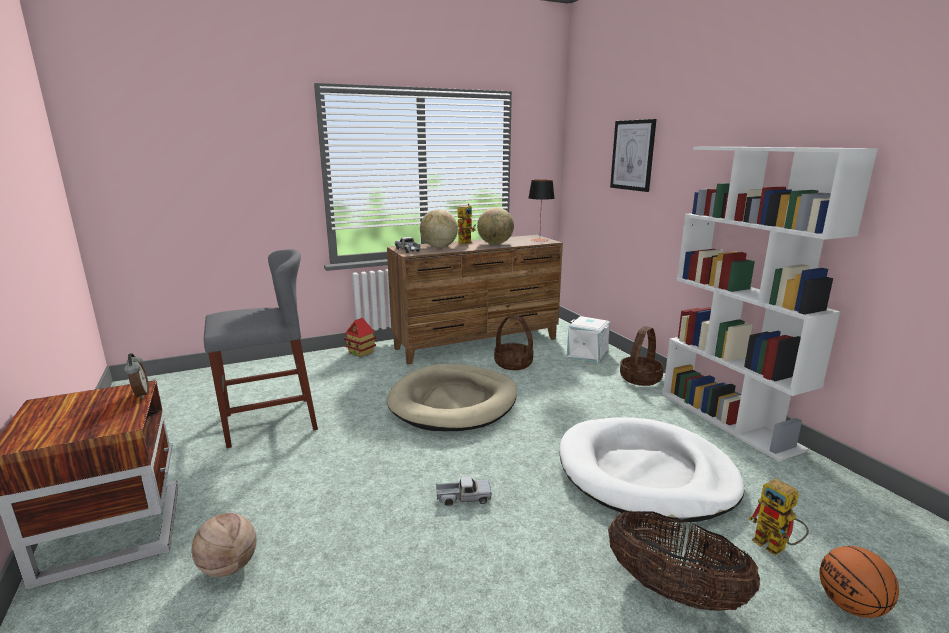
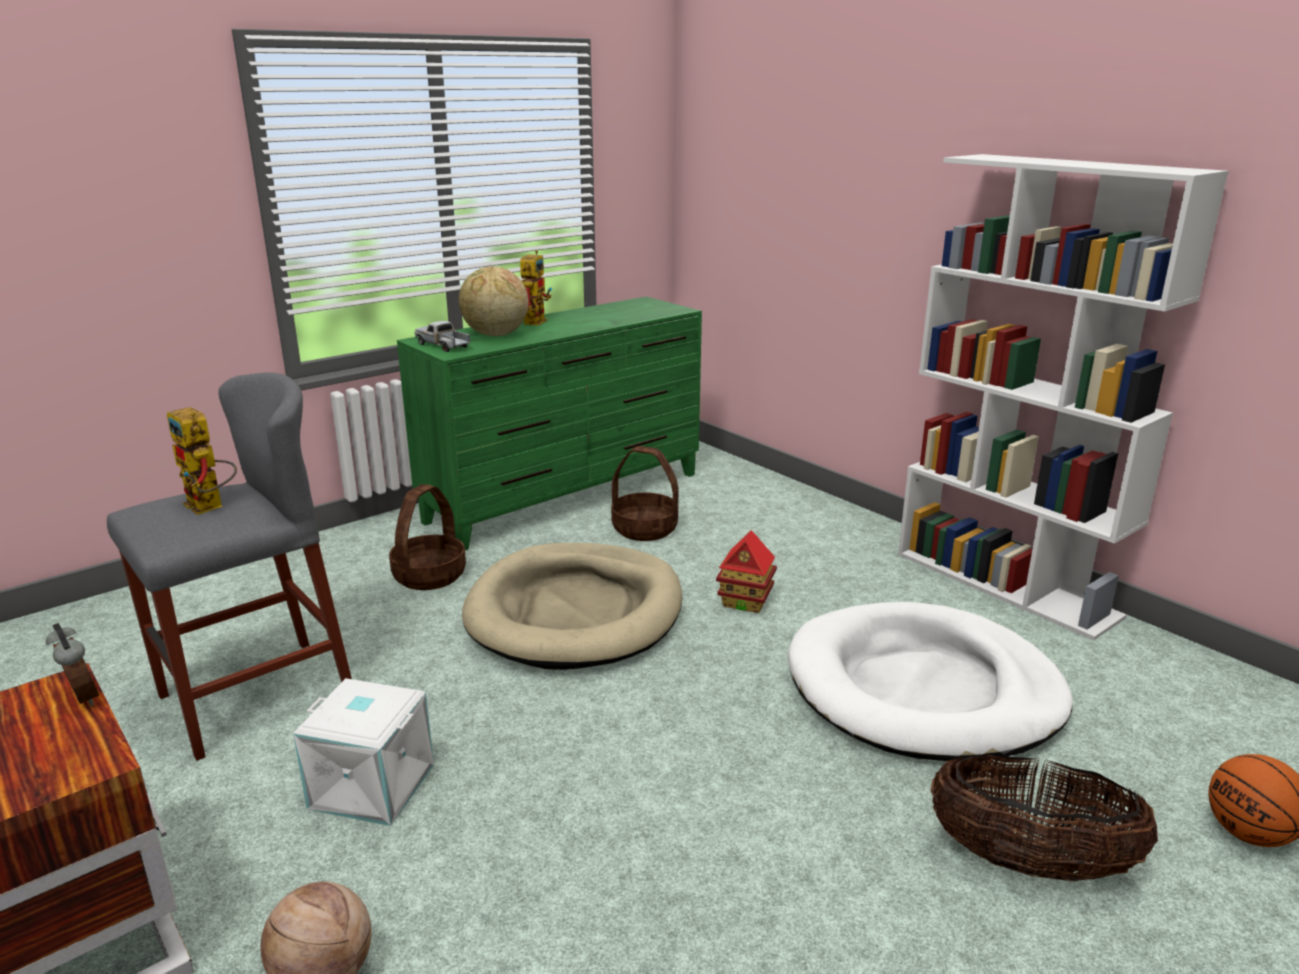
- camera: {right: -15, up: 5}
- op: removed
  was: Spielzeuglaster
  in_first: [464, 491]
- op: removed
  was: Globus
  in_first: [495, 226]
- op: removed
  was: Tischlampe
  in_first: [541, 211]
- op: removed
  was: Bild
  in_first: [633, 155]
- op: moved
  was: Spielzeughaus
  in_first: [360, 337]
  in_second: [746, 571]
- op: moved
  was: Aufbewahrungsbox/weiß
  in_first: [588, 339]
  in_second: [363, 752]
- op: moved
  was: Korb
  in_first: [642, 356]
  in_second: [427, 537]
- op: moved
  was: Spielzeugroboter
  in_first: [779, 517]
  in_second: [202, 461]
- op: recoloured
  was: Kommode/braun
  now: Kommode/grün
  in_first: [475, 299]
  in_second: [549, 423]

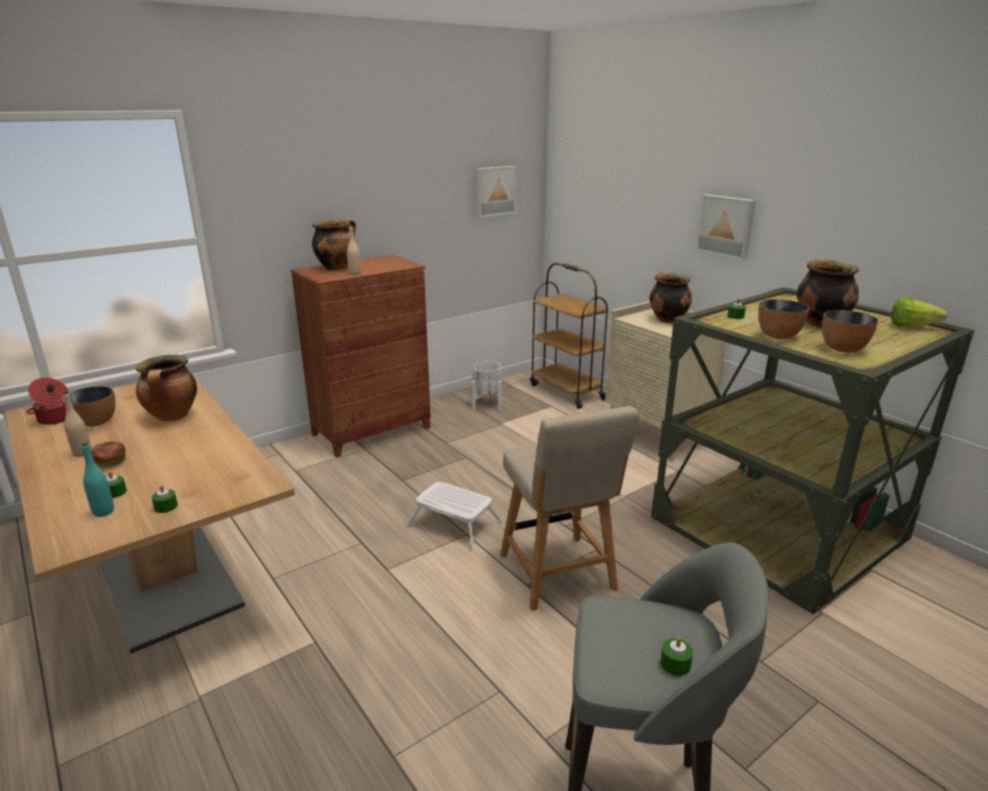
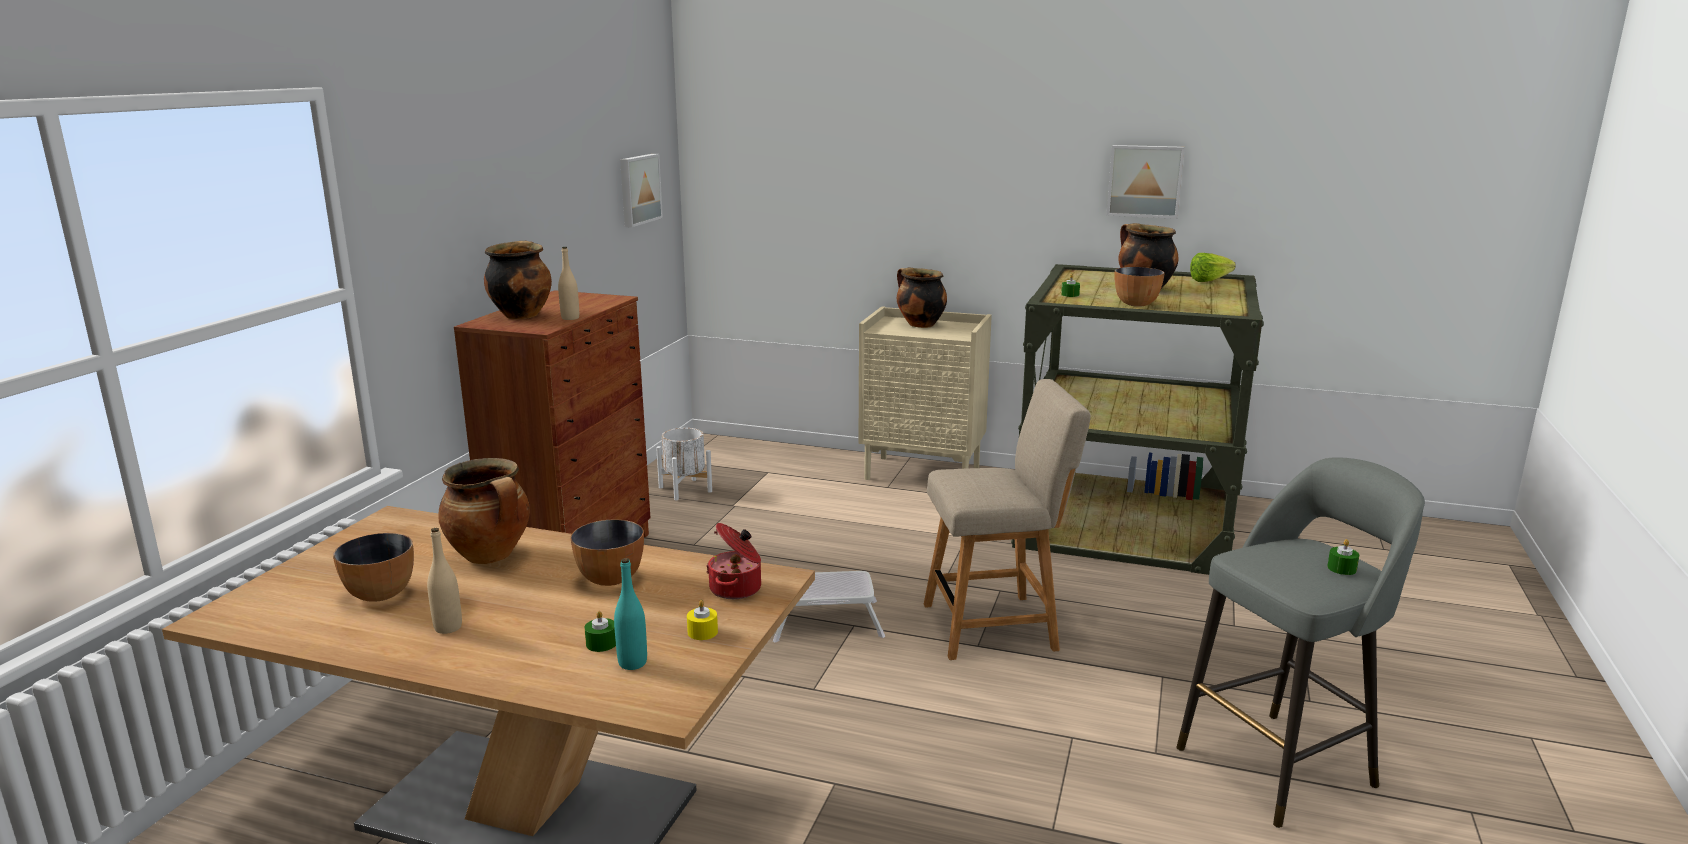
- camera: {right: -35, up: -5}
- op: removed
  was: Brot
  in_first: [108, 454]
- op: removed
  was: Rollwagen/braun
  in_first: [569, 336]
- op: moved
  was: Kochtopf
  in_first: [47, 401]
  in_second: [733, 561]
- op: moved
  was: Bild
  in_first: [726, 227]
  in_second: [1145, 182]
- op: moved
  was: Schüssel
  in_first: [850, 331]
  in_second: [607, 552]
- op: recoloured
  was: Kerze/grün
  now: Kerze/gelb
  in_first: [165, 499]
  in_second: [702, 620]
- op: turned
  was: Stuhl/beige
  in_first: [569, 508]
  in_second: [1007, 519]
  clockwise: -45

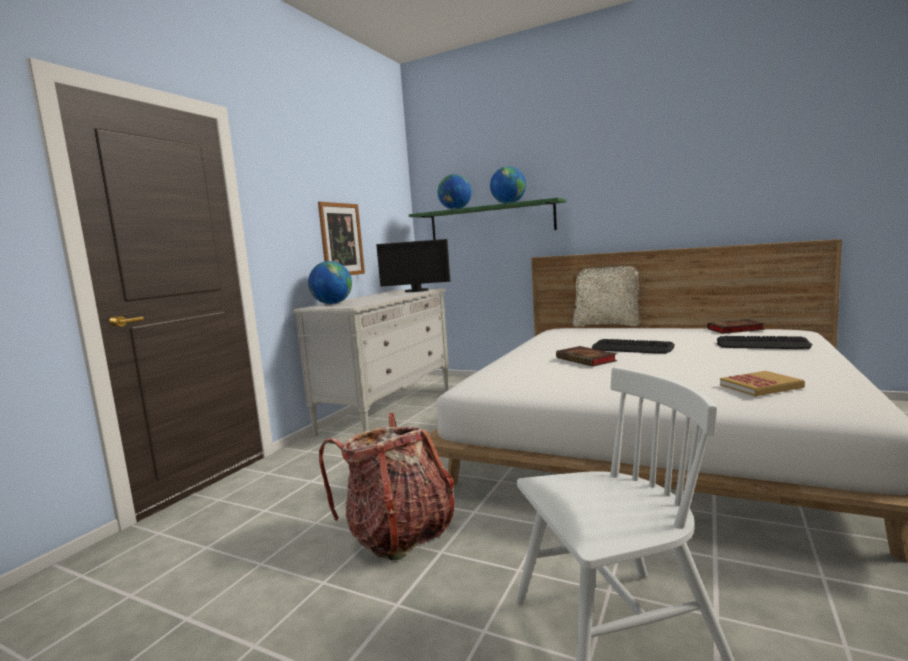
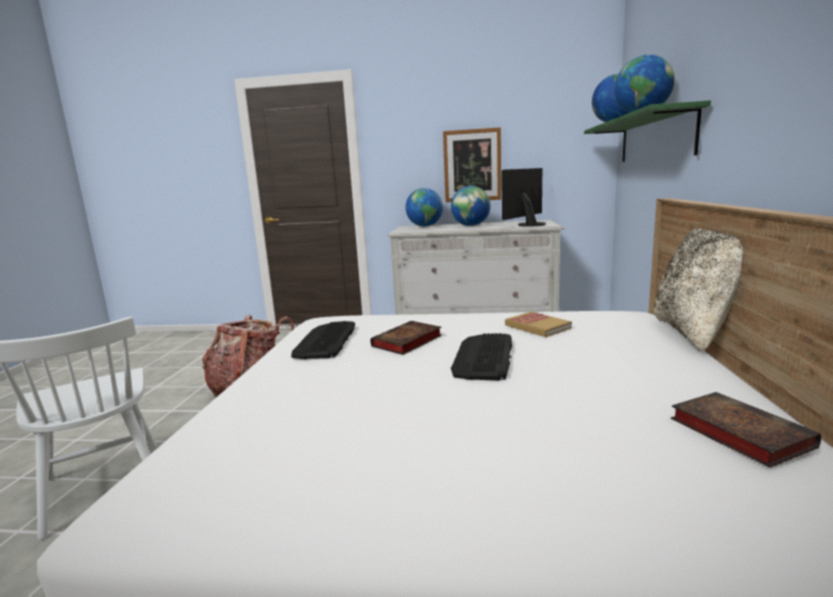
- camera: {right: 70, up: 5}
- op: added
  now: Globus
  in_second: [470, 206]
- op: moved
  was: Tastatur
  in_first: [764, 342]
  in_second: [323, 340]
- op: moved
  was: Buch
  in_first: [762, 383]
  in_second: [538, 324]
- op: turned
  was: Monitor
  in_first: [413, 265]
  in_second: [524, 197]
  clockwise: 60

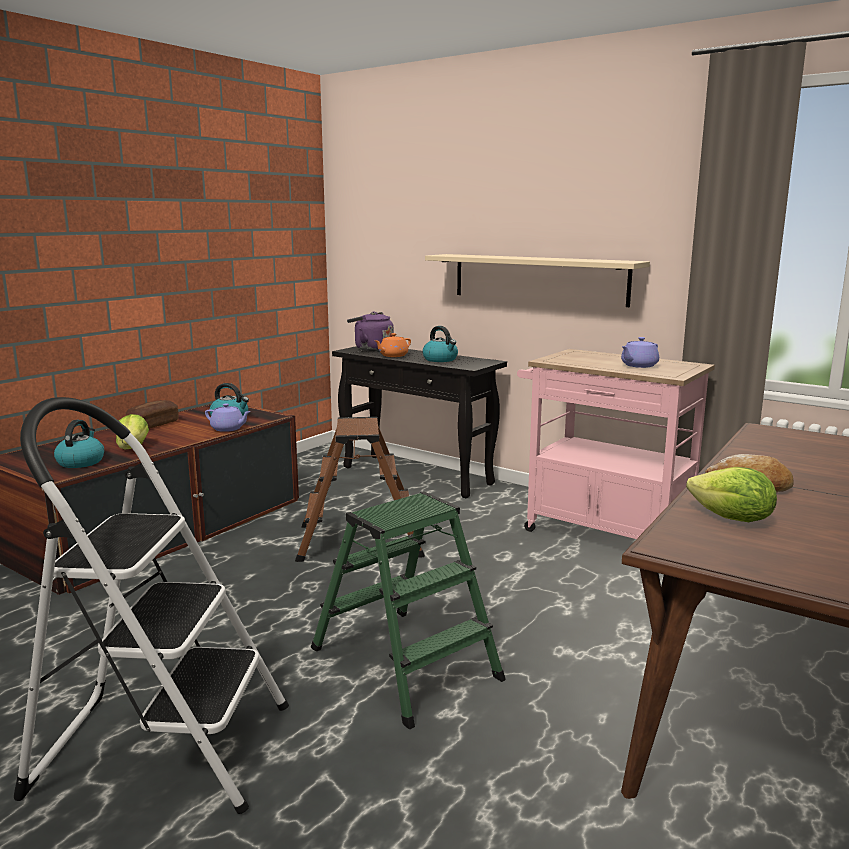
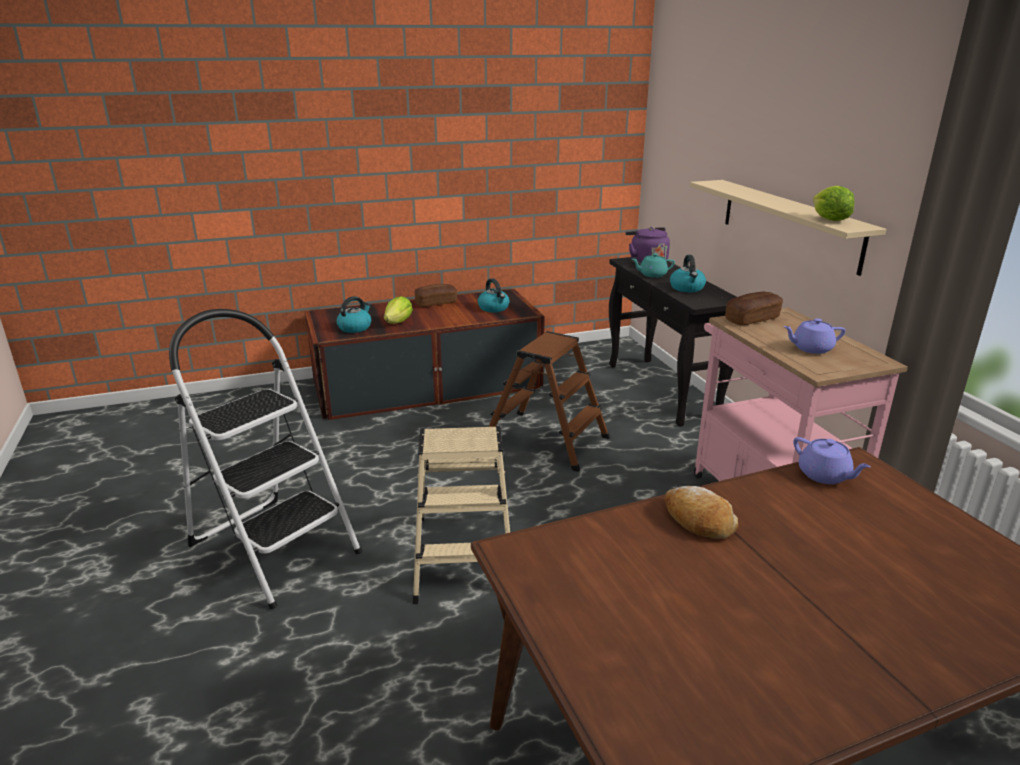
- camera: {right: 35, up: 10}
- op: added
  now: Brot
  in_second: [754, 308]
- op: moved
  was: Teekanne/lila
  in_first: [228, 418]
  in_second: [832, 460]
- op: moved
  was: Salatkopf
  in_first: [731, 494]
  in_second: [834, 203]
- op: recoloured
  was: Trittleiter/grün
  now: Trittleiter/beige
  in_first: [408, 610]
  in_second: [461, 515]
- op: recoloured
  was: Teekanne/orange
  now: Teekanne/türkis
  in_first: [393, 345]
  in_second: [653, 265]

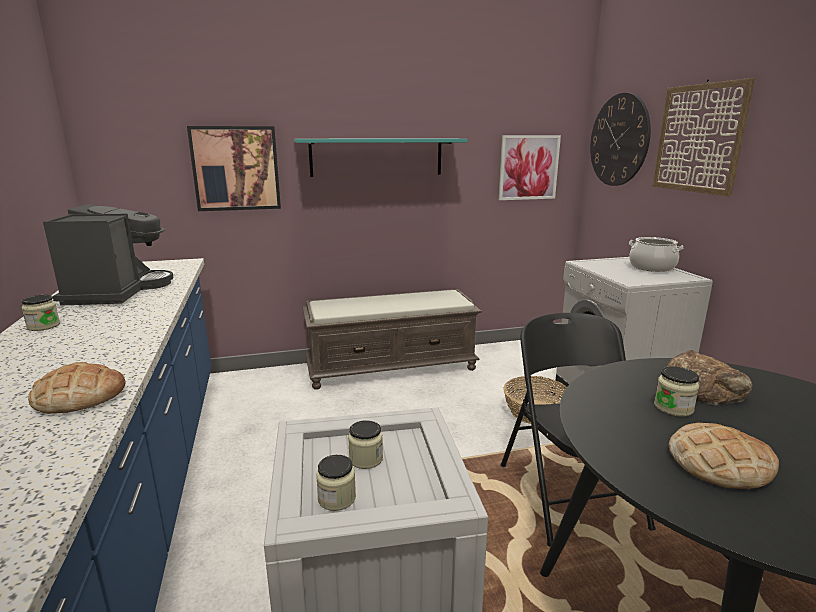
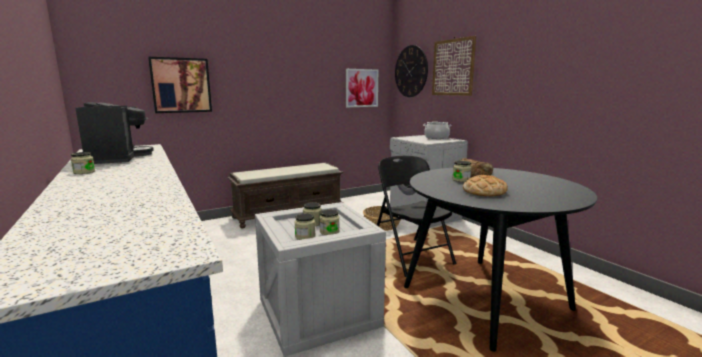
- camera: {right: -15, up: -5}
- op: removed
  was: Brot
  in_first: [77, 388]
- op: removed
  was: Wandregal/türkis
  in_first: [380, 158]
- op: added
  now: Vorratsglas
  in_second: [329, 222]

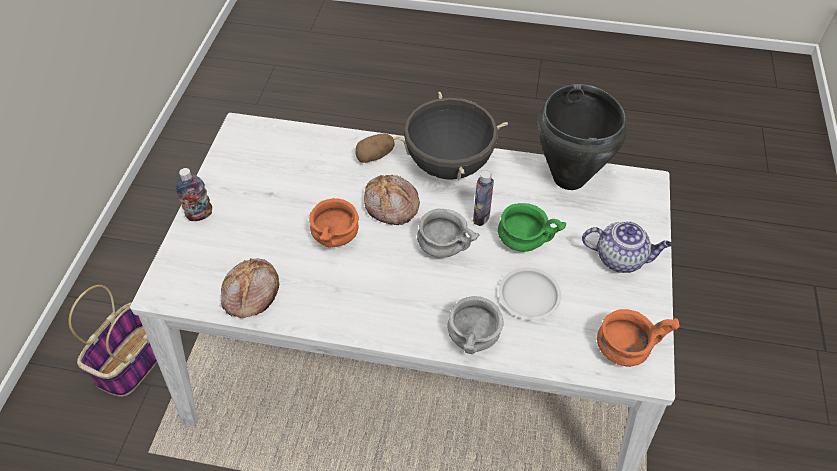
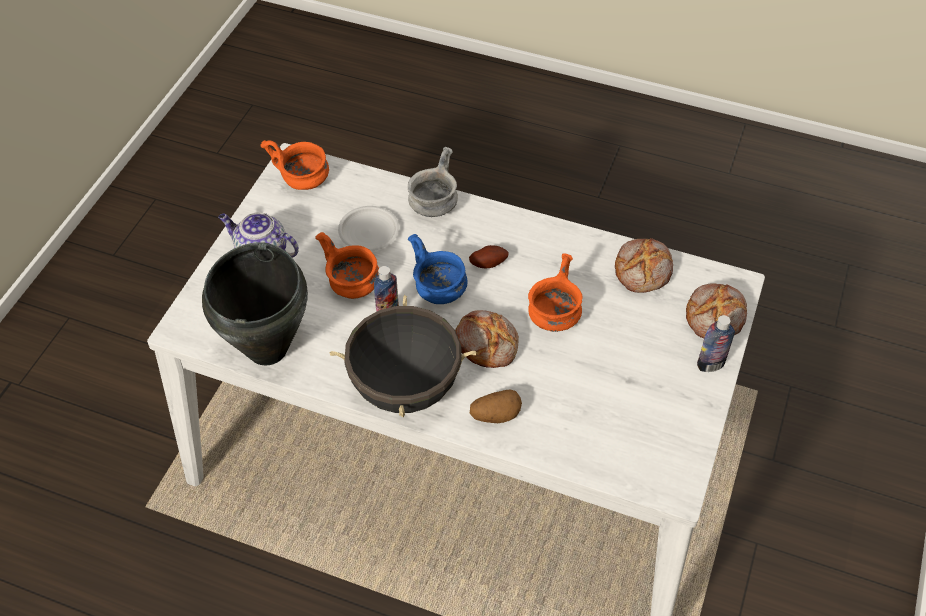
- camera: {right: -170, up: 0}
- op: removed
  was: Korb
  in_first: [112, 341]
- op: added
  now: Kartoffel
  in_second: [489, 256]
- op: added
  now: Brot
  in_second: [716, 310]
- op: recoloured
  was: Schüssel/grau
  now: Schüssel/blau
  in_first: [448, 233]
  in_second: [437, 269]
- op: recoloured
  was: Schüssel/grün
  now: Schüssel/orange
  in_first: [532, 227]
  in_second: [347, 265]

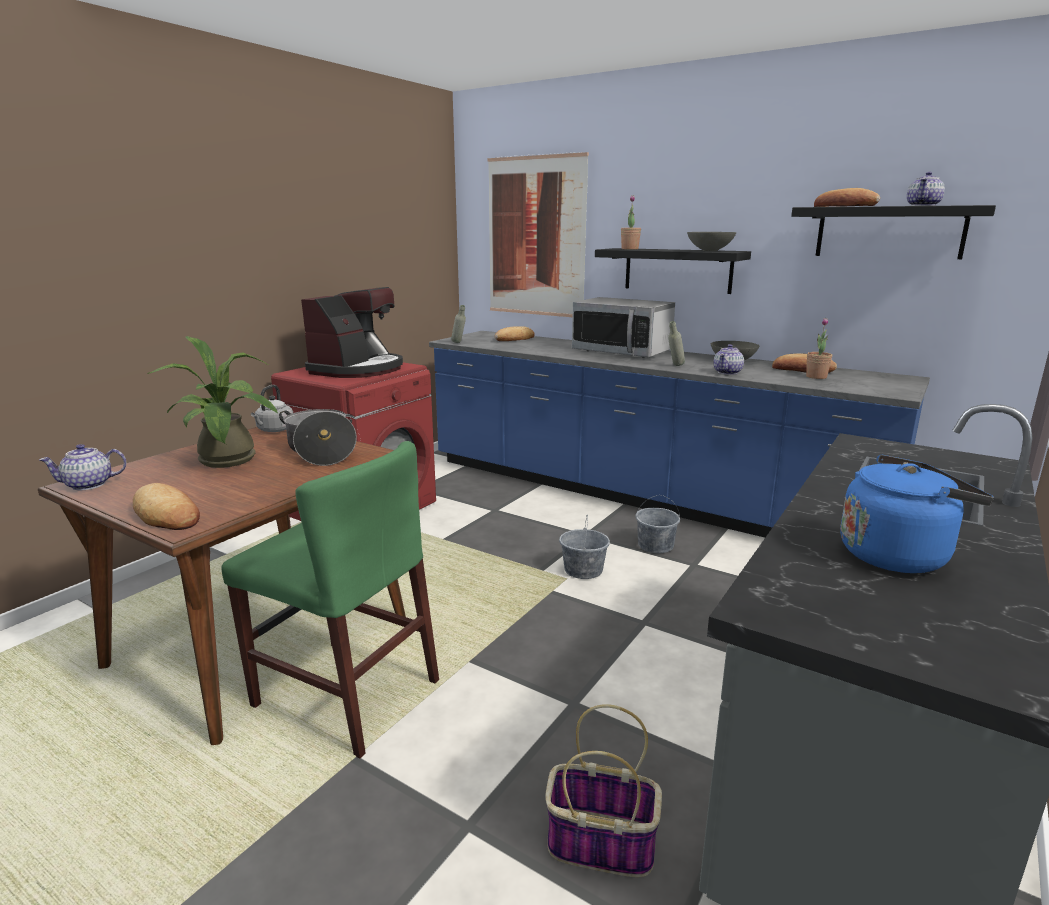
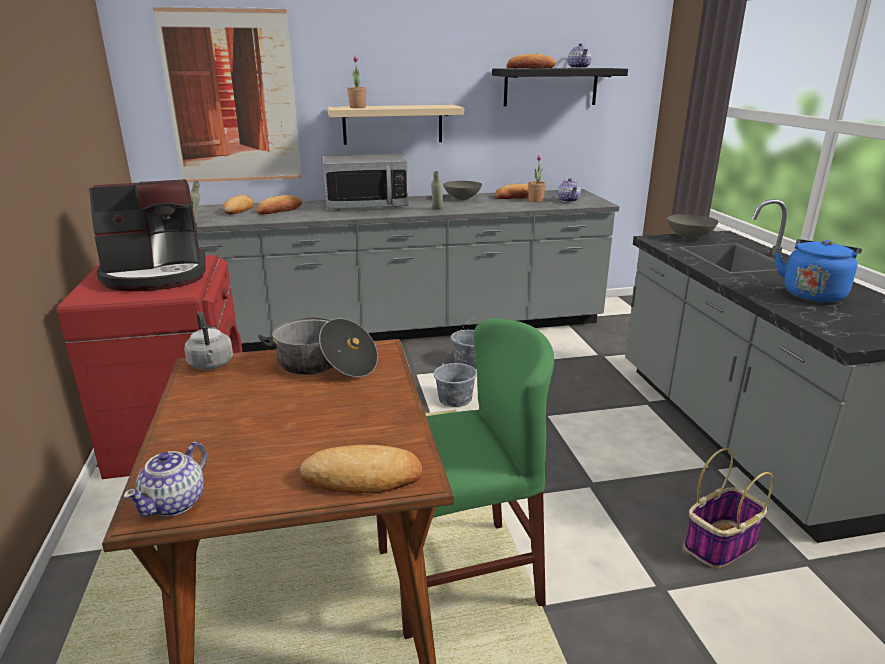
- camera: {right: -45, up: 5}
- op: removed
  was: Topfpflanze
  in_first: [212, 402]
- op: added
  now: Brot
  in_second: [279, 205]
- op: moved
  was: Schüssel/grau
  in_first: [712, 241]
  in_second: [692, 227]
- op: moved
  was: Teekanne
  in_first: [728, 359]
  in_second: [569, 190]
- op: recoloured
  was: Küchenzeile/blau
  now: Küchenzeile/grau
  in_first: [679, 434]
  in_second: [407, 270]
- op: recoloured
  was: Wandregal/schwarz
  now: Wandregal/beige
  in_first: [673, 271]
  in_second: [396, 125]
- op: turned
  was: Kaffeemaschine
  in_first: [352, 332]
  in_second: [147, 235]
  clockwise: 90

